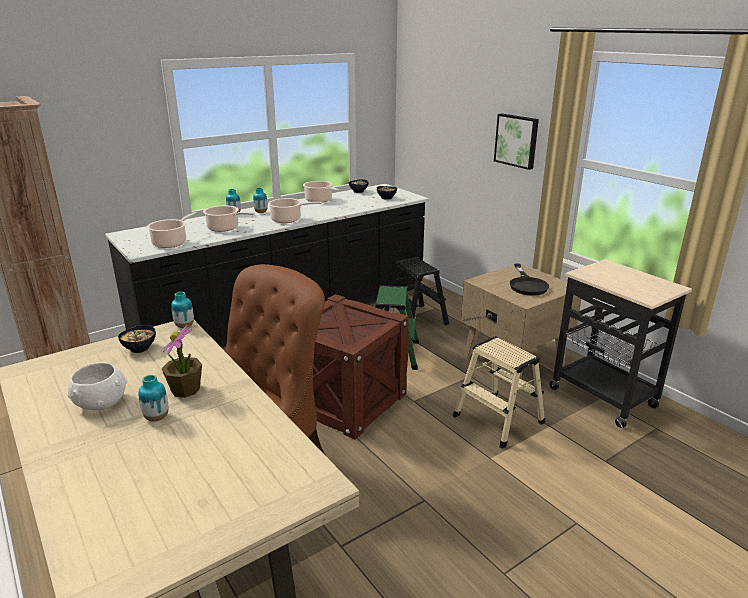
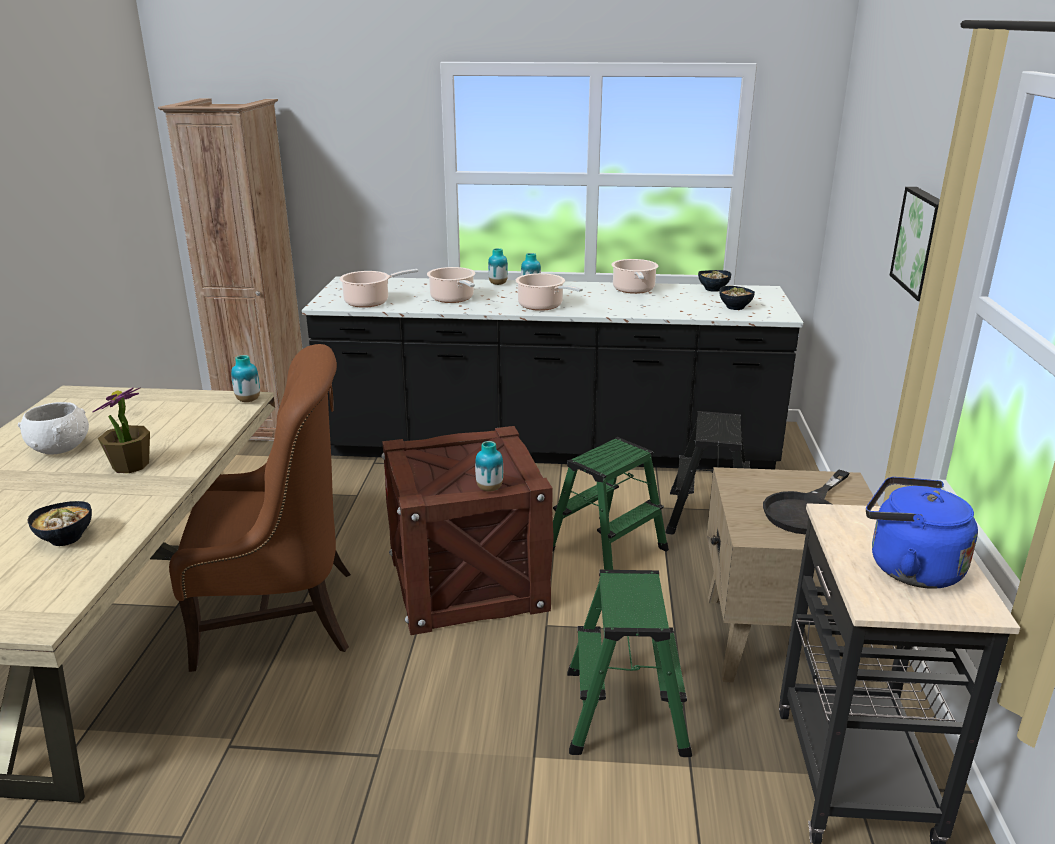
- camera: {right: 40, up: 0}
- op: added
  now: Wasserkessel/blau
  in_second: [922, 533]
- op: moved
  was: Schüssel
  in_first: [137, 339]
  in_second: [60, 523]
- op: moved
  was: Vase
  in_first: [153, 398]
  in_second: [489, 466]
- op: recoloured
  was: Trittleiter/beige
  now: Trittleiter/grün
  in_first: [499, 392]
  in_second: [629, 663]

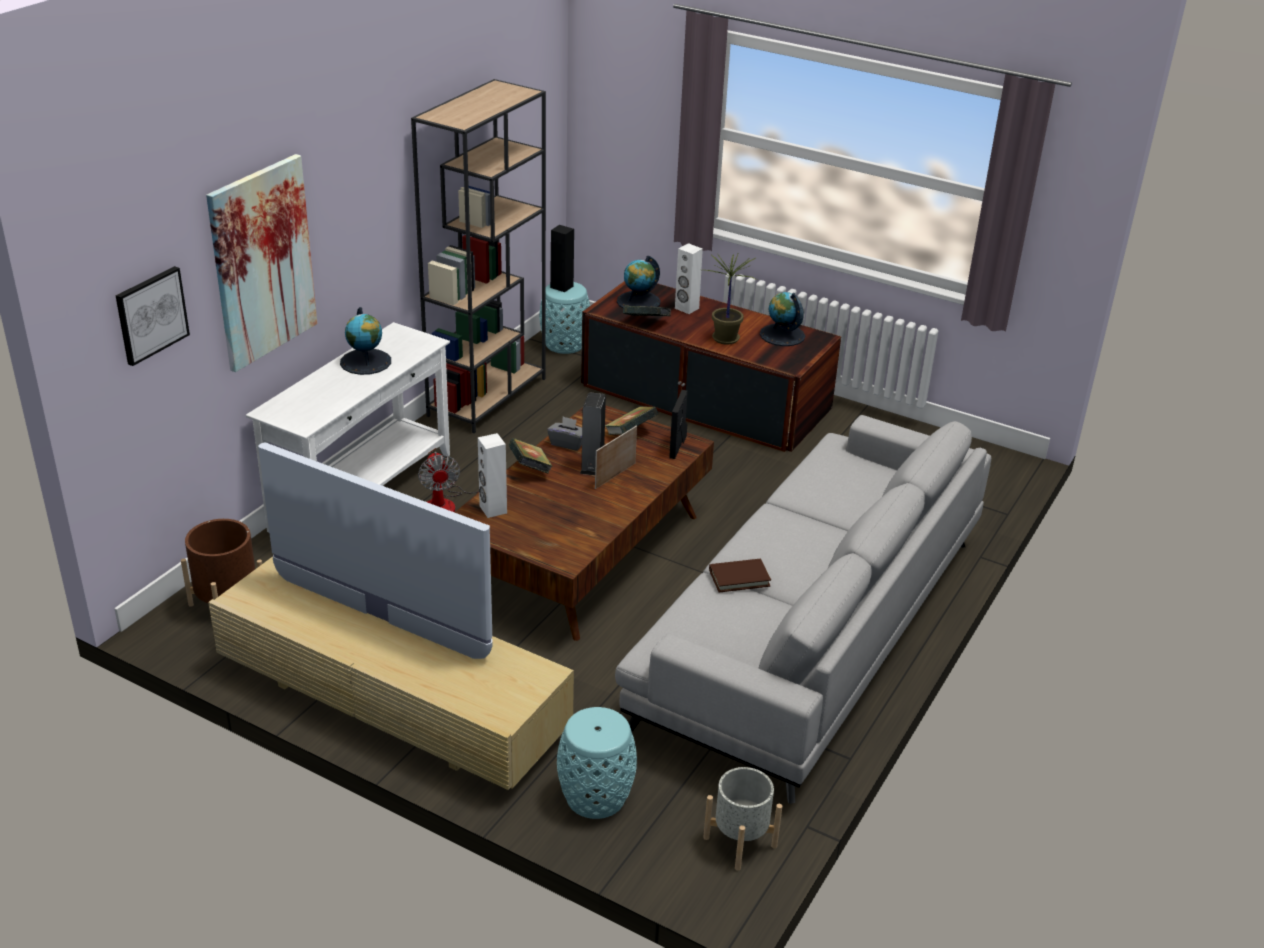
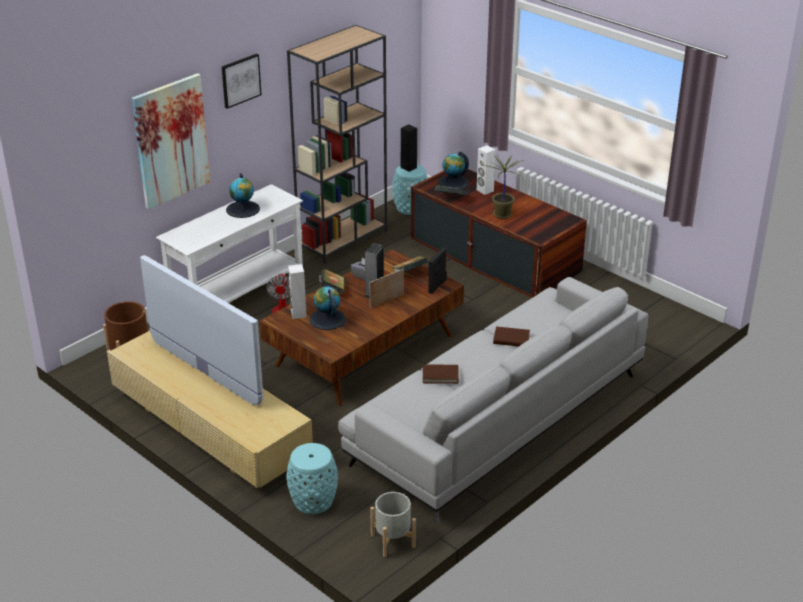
- camera: {right: 15, up: 0}
- op: added
  now: Buch/braun
  in_second: [511, 336]
- op: moved
  was: Bild
  in_first: [152, 316]
  in_second: [241, 81]
- op: moved
  was: Globus
  in_first: [782, 319]
  in_second: [327, 308]

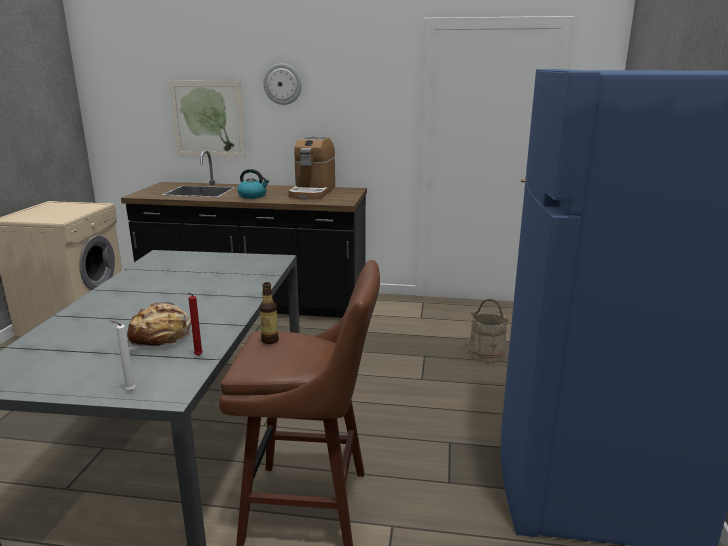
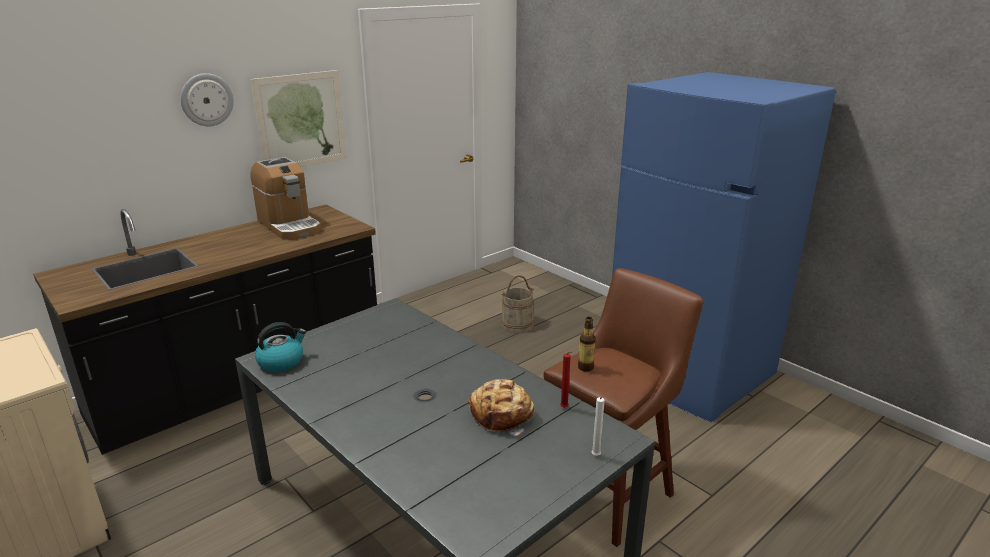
- camera: {right: -50, up: 5}
- op: moved
  was: Bild
  in_first: [207, 119]
  in_second: [299, 118]
- op: moved
  was: Wasserkessel
  in_first: [253, 184]
  in_second: [280, 347]

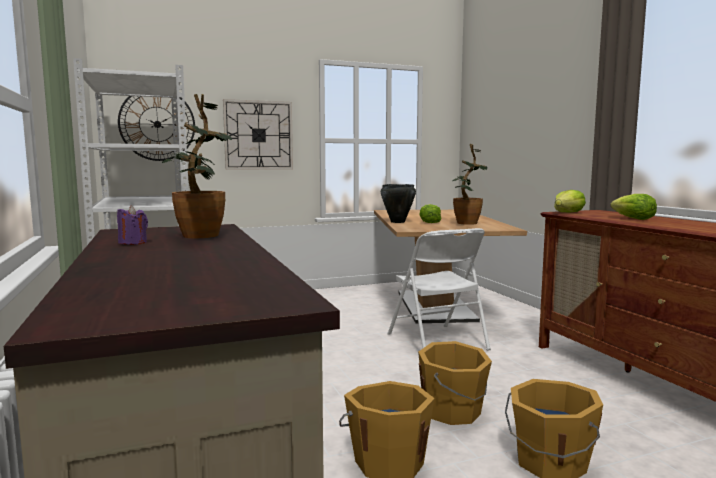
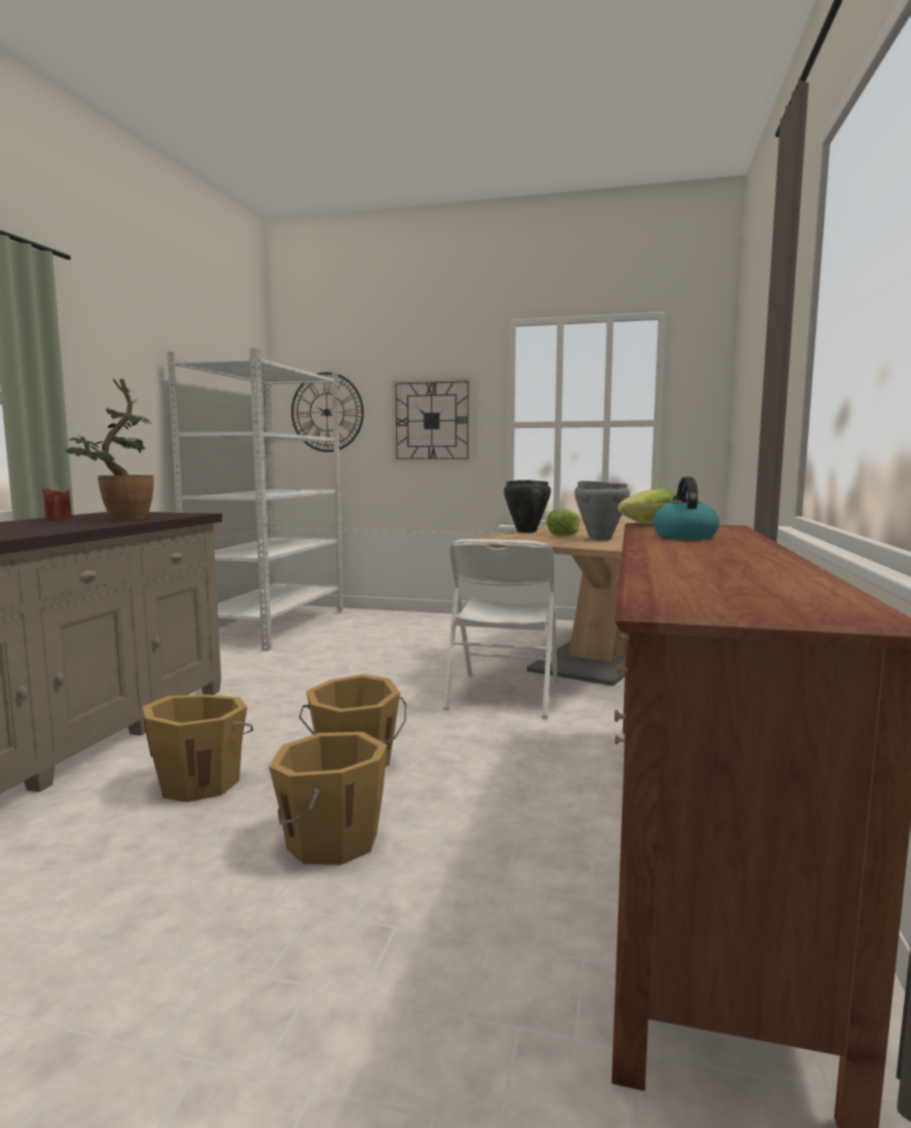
- camera: {right: 35, up: 0}
- op: replaced
  was: Topfpflanze
  now: Kochtopf/grau
  in_first: [470, 184]
  in_second: [602, 511]
- op: replaced
  was: Salatkopf
  now: Wasserkessel
  in_first: [634, 207]
  in_second: [686, 508]
- op: recoloured
  was: Kerze/lila
  now: Kerze/rot
  in_first: [132, 225]
  in_second: [57, 503]

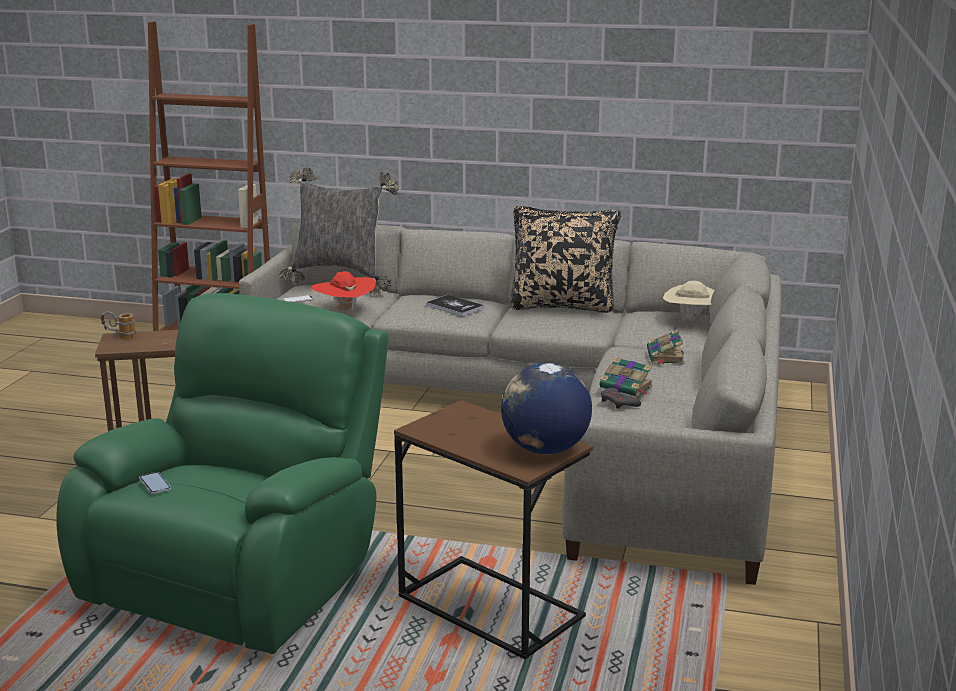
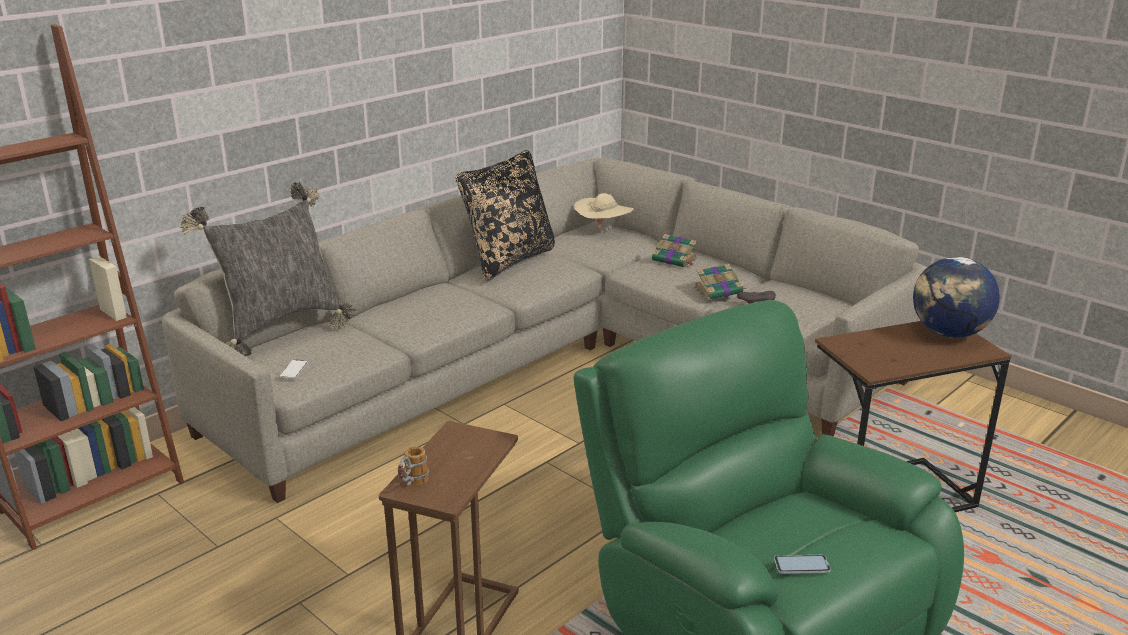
- camera: {right: -60, up: 5}
- op: removed
  was: Hut/rot
  in_first: [344, 291]
- op: removed
  was: Buch
  in_first: [455, 305]

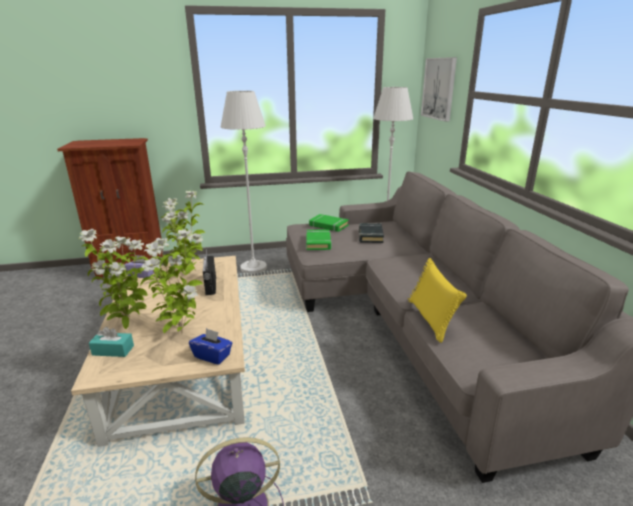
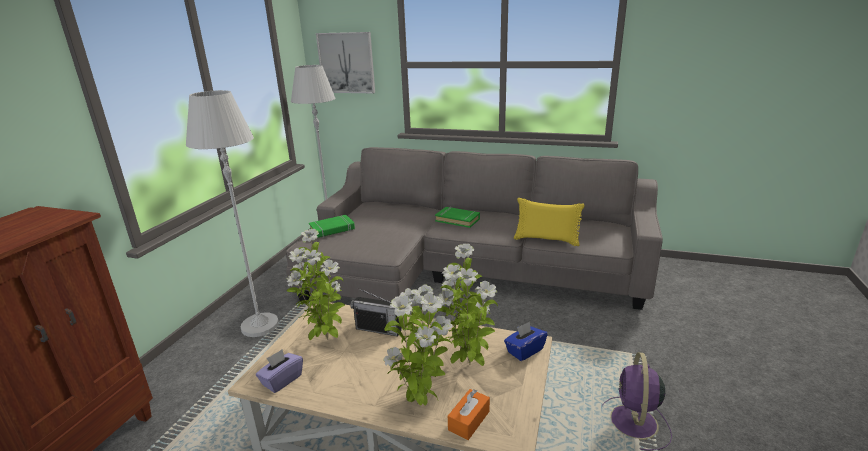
- camera: {right: -60, up: 0}
- op: removed
  was: Buch/schwarz
  in_first: [371, 233]
- op: moved
  was: Buch/grün
  in_first: [318, 239]
  in_second: [457, 217]
- op: recoloured
  was: Taschentuchbox/türkis
  now: Taschentuchbox/orange
  in_first: [111, 341]
  in_second: [469, 414]

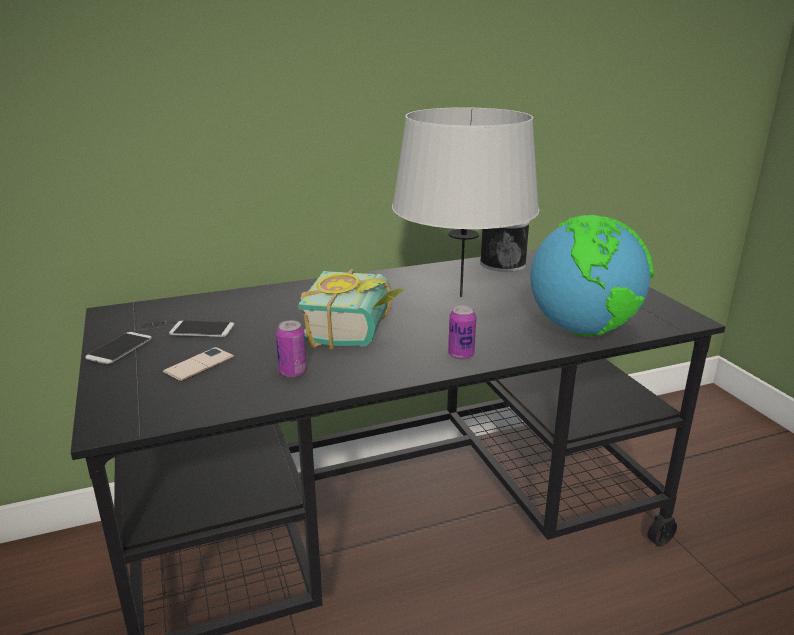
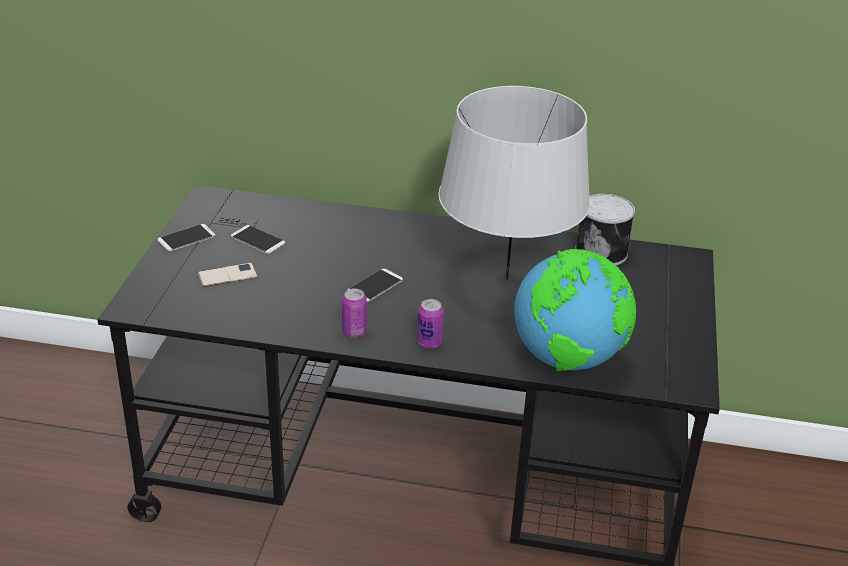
- camera: {right: 30, up: 10}
- op: moved
  was: Dose
  in_first: [291, 348]
  in_second: [354, 313]
- op: replaced
  was: Buch
  now: Handy
  in_first: [351, 309]
  in_second: [375, 285]

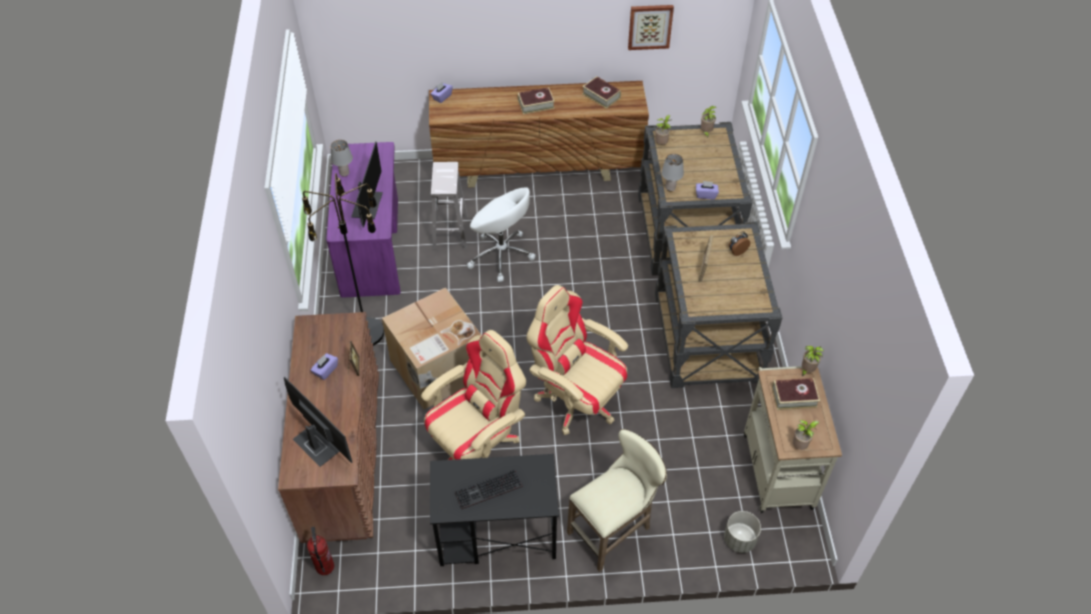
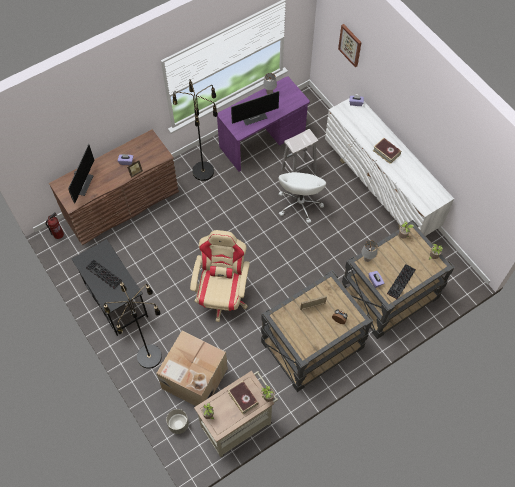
- camera: {right: 60, up: 10}
- op: removed
  was: Bürostuhl/beige
  in_first: [473, 395]
- op: removed
  was: Buch
  in_first: [601, 92]
- op: added
  now: Tastatur
  in_second: [401, 281]
- op: moved
  was: Karton
  in_first: [431, 348]
  in_second: [192, 368]
- op: moved
  was: Bild
  in_first: [651, 27]
  in_second: [350, 45]
- op: replaced
  was: Hocker/beige
  now: Stehlampe
  in_first: [617, 500]
  in_second: [133, 325]
- op: recoloured
  was: Schrank/braun
  now: Schrank/weiß
  in_first: [539, 134]
  in_second: [389, 165]

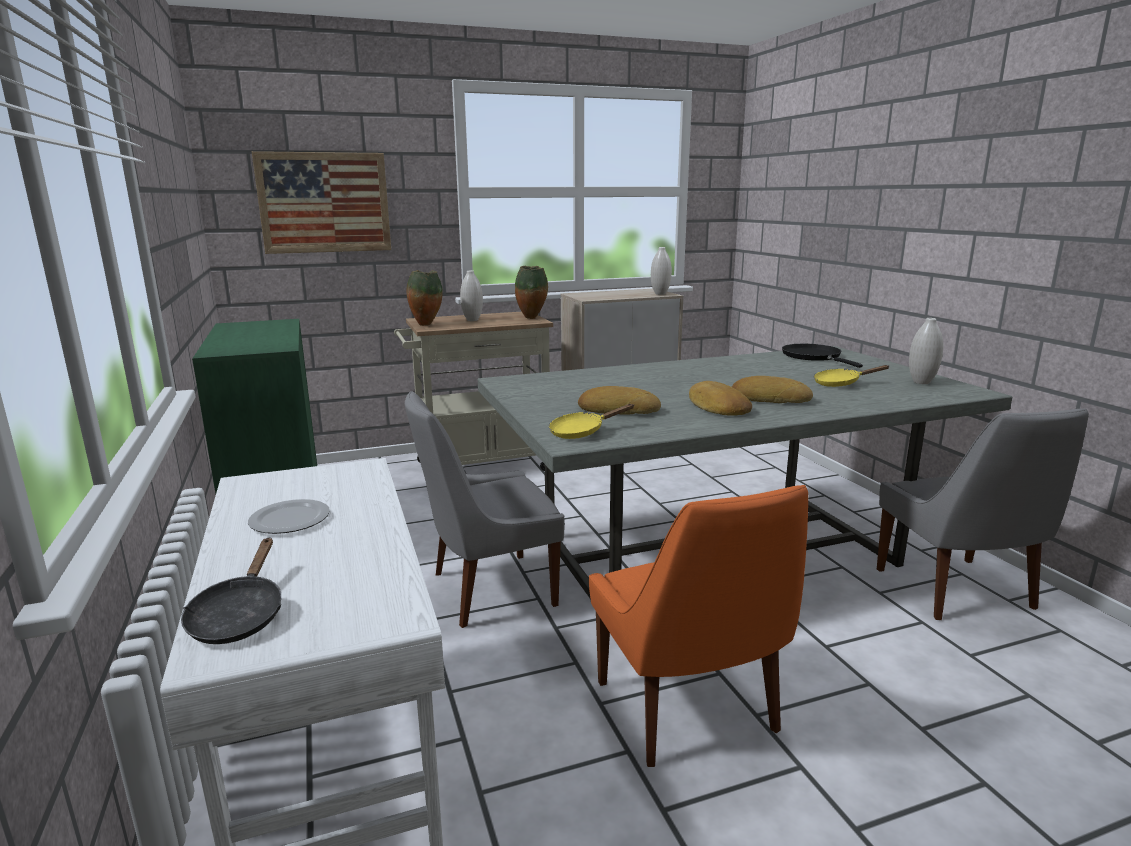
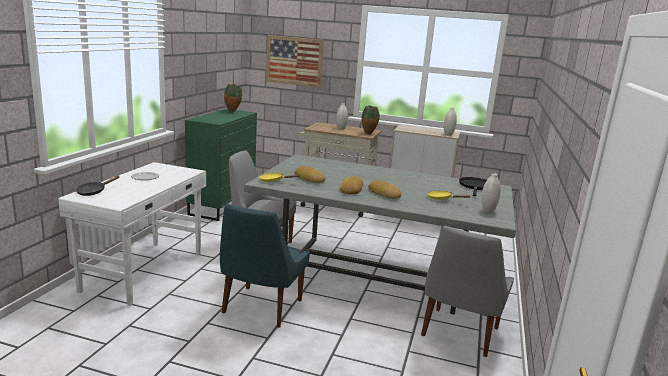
- camera: {right: 35, up: 0}
- op: moved
  was: Vase
  in_first: [424, 298]
  in_second: [233, 98]
- op: recoloured
  was: Stuhl/orange
  now: Stuhl/blau
  in_first: [698, 626]
  in_second: [265, 266]

